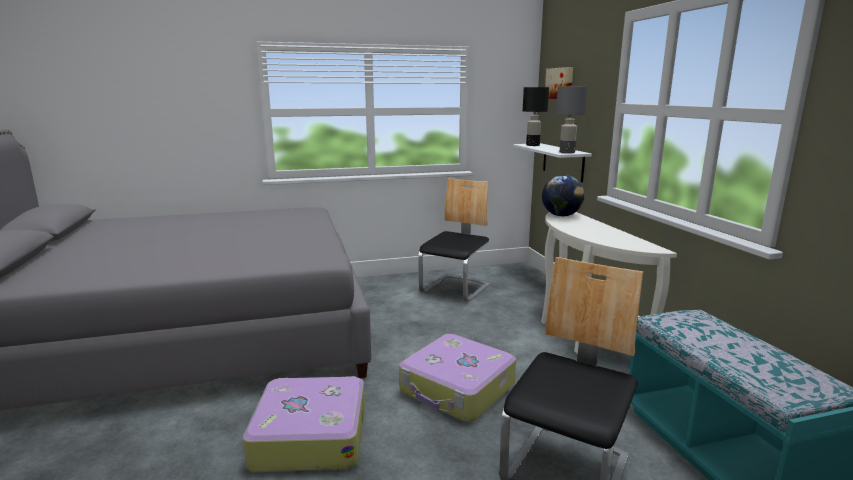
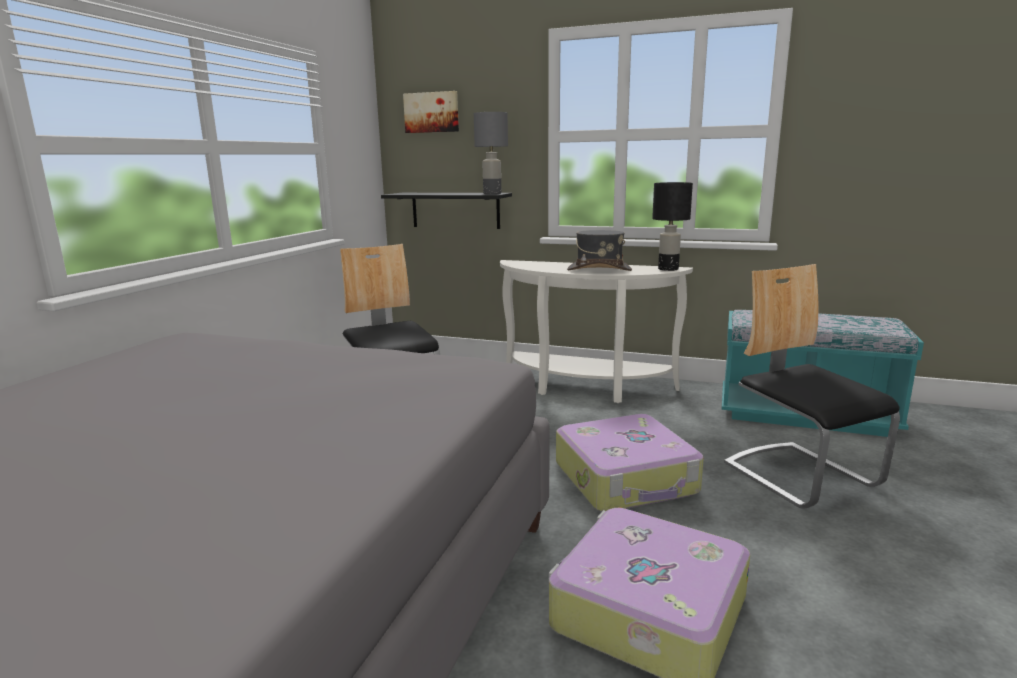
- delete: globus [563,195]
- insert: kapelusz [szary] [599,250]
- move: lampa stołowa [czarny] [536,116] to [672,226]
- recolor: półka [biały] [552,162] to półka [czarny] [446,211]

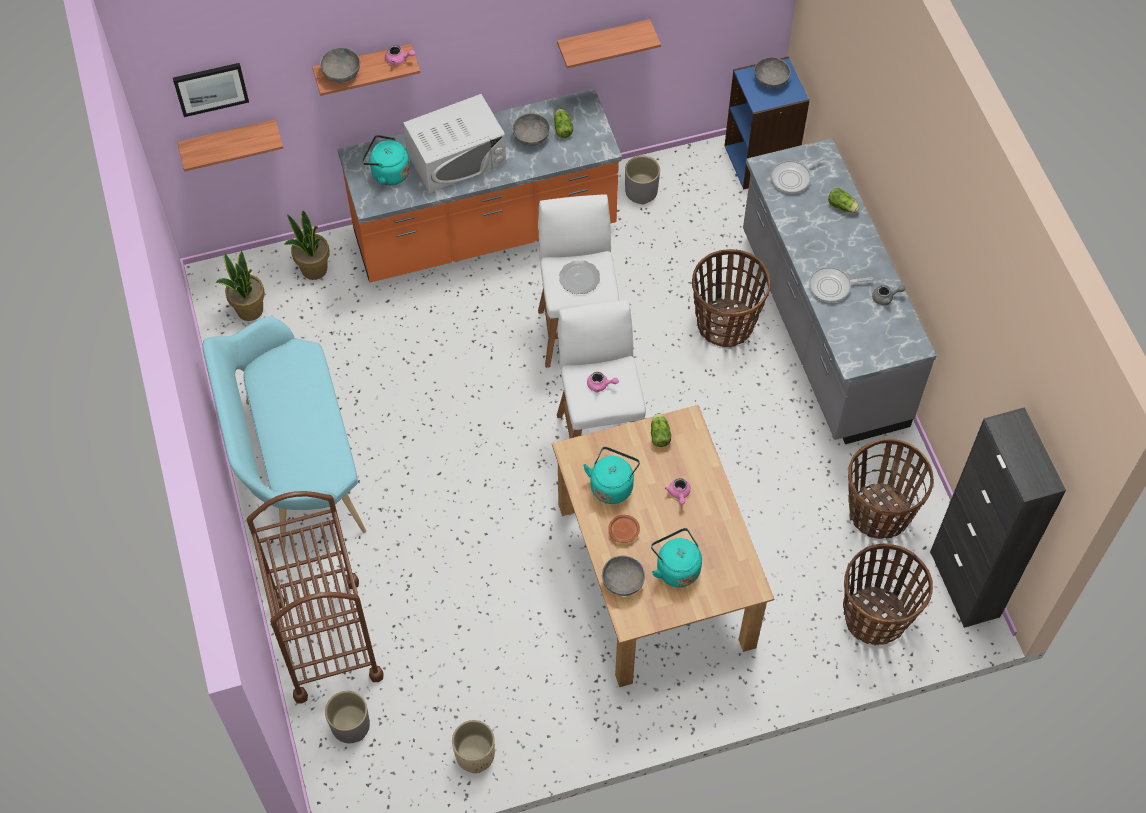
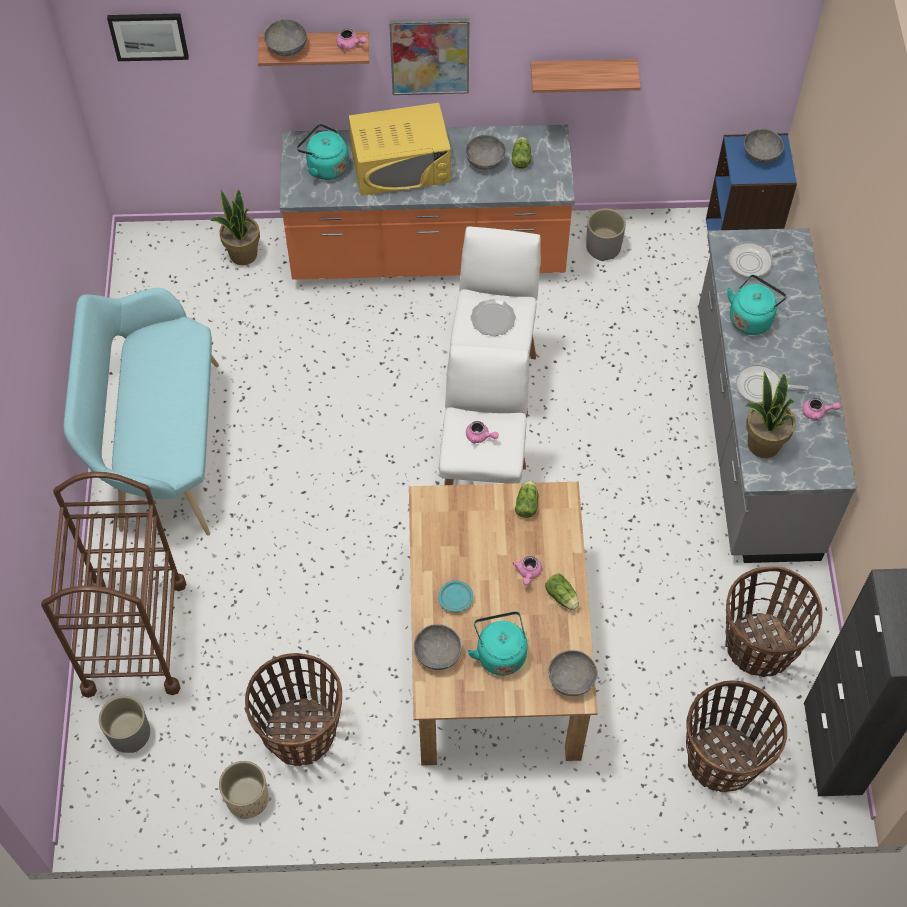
- delete: półka [230,145]
- insert: obraz [429,56]
- insert: miska [szary] [573,673]
- move: roślina doniczkowa [240,286] to [771,414]
- move: czajnik [turkusowy] [611,475] to [757,305]
- move: koszyk [731,298] to [293,709]
- move: sałata [844,200] to [562,592]
- recolor: mikrofalówka [biały] [454,143] to mikrofalówka [żółty] [400,149]
- recolor: talerz [brązowy] [624,529] to talerz [turkusowy] [456,596]
- recolor: imbryk [szary] [888,295] to imbryk [różowy] [821,409]

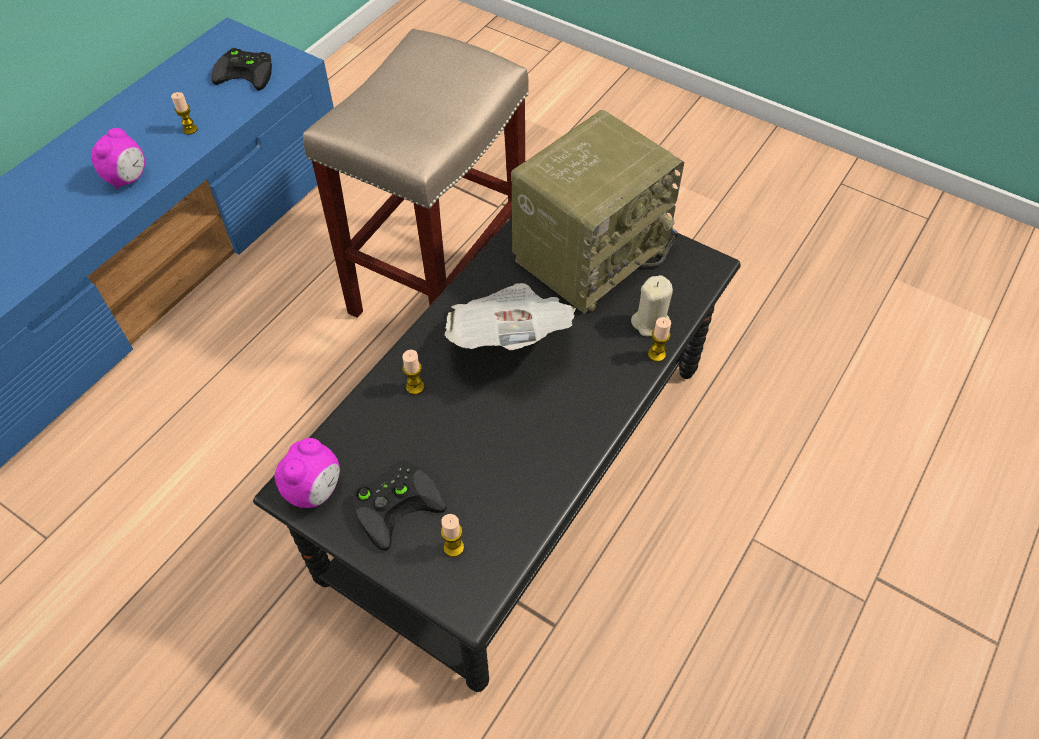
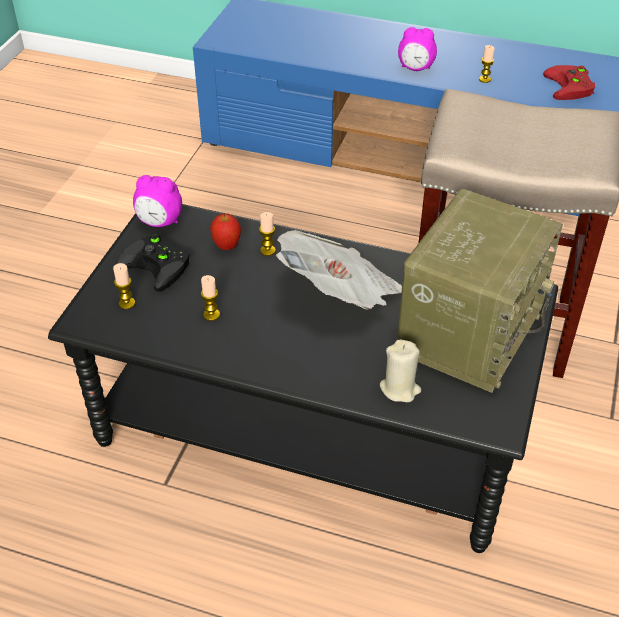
- insert: jabłko [225,231]
- move: świeca [659,339] to [210,298]
- recolor: pad do gier [czarny] [241,69] to pad do gier [czerwony] [569,82]
- rotate: radio [597,212] = [480,291] 90 degrees counterclockwise

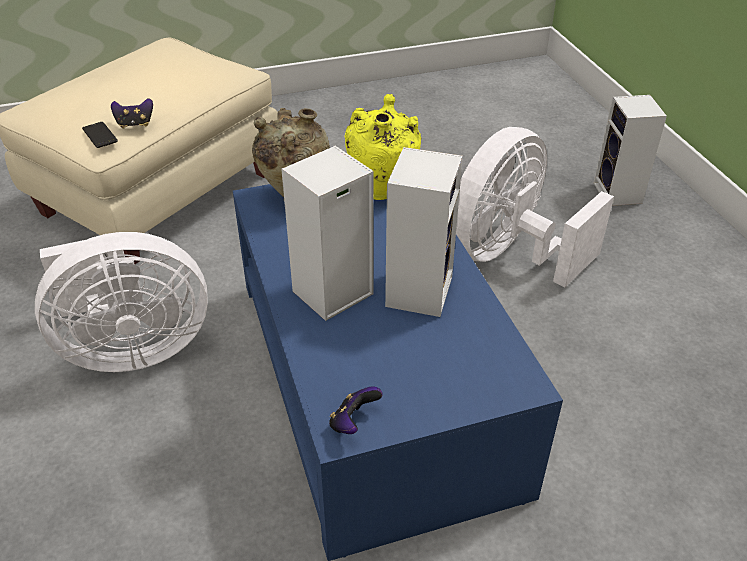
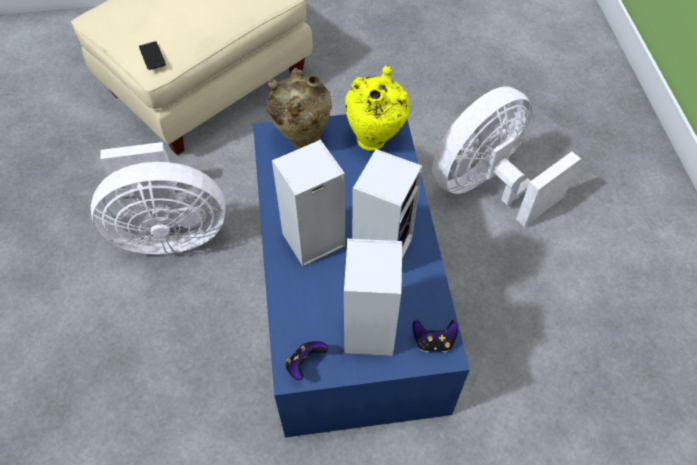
- move: pad do gier [132,113] to [435,336]
- move: głośnik [630,150] to [373,297]

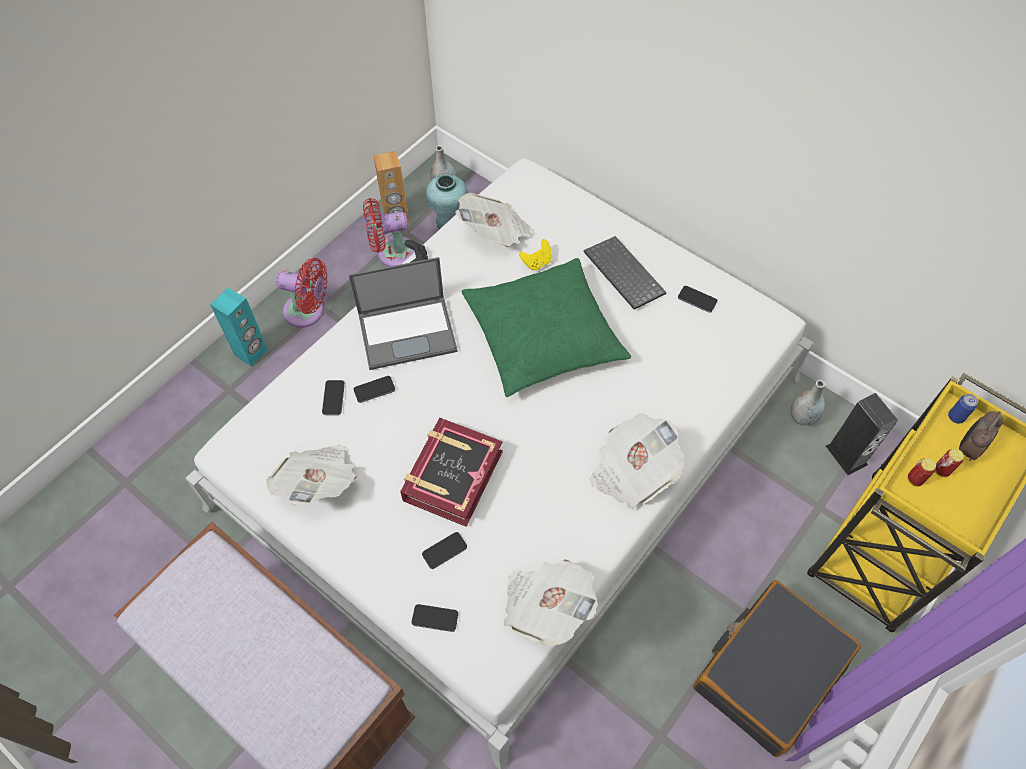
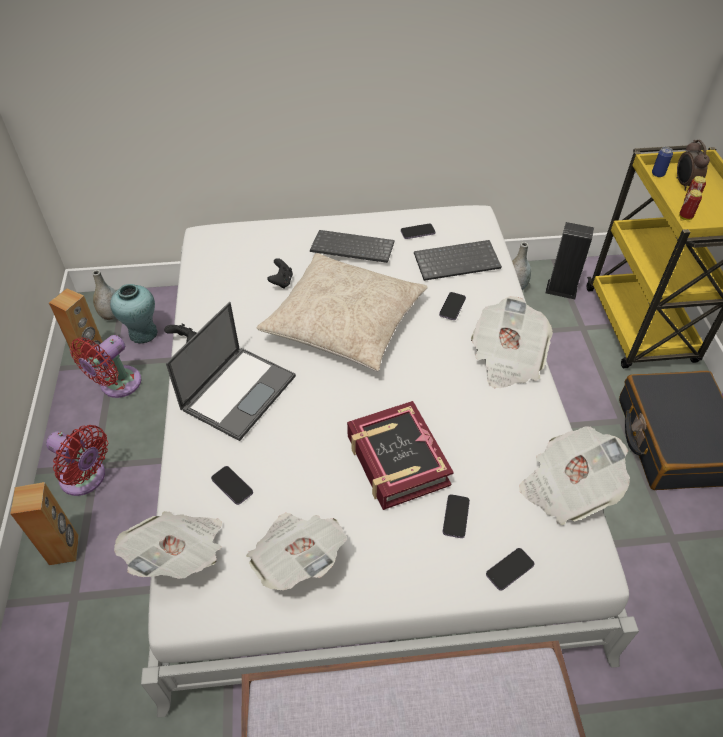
- insert: klawiatura [458,260]
- move: telefon [374,389] to [452,306]
- move: gazeta [495,220] to [168,545]
- recolor: głośnik [turkusowy] [239,327] to głośnik [brązowy] [44,523]
- recolor: poduszka [zielony] [546,327] to poduszka [beżowy] [342,312]
- recolor: pad do gier [żółty] [535,254] to pad do gier [czarny] [280,273]
- rotate: wentylator [czerwony] [302,293] = [77,460] 60 degrees clockwise

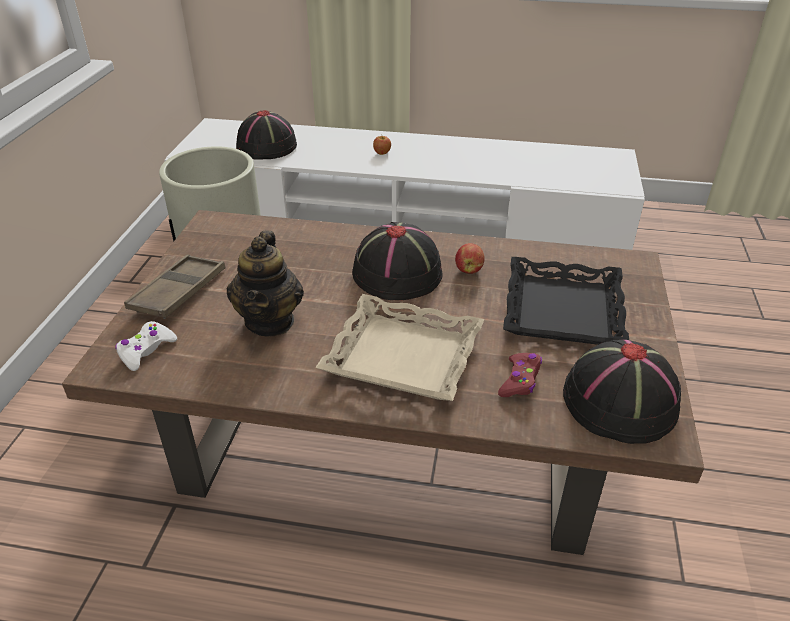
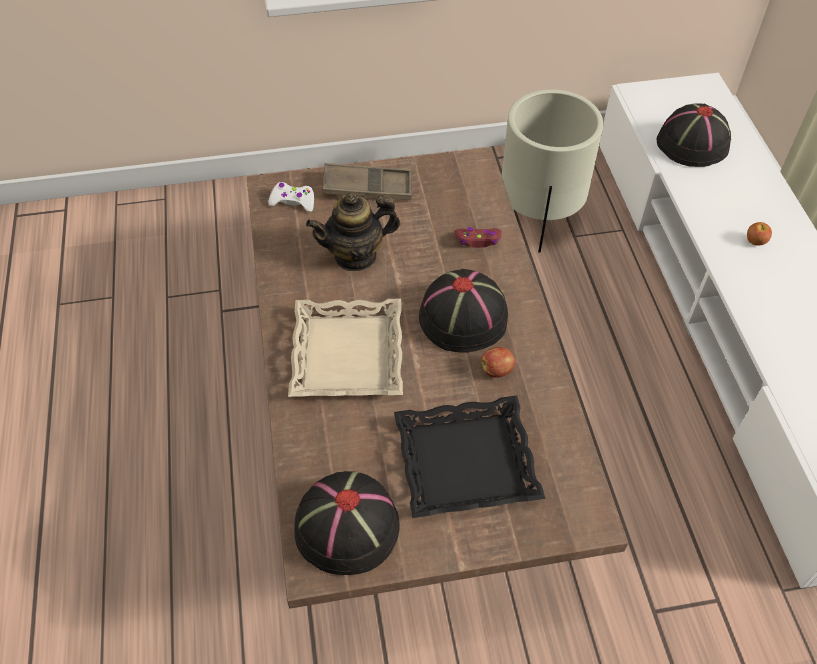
- move: pad do gier [czerwony] [520,375] to [478,237]

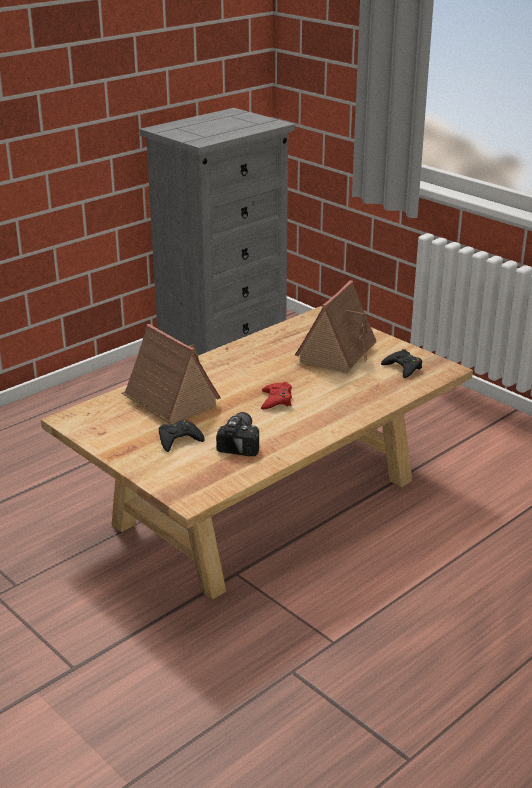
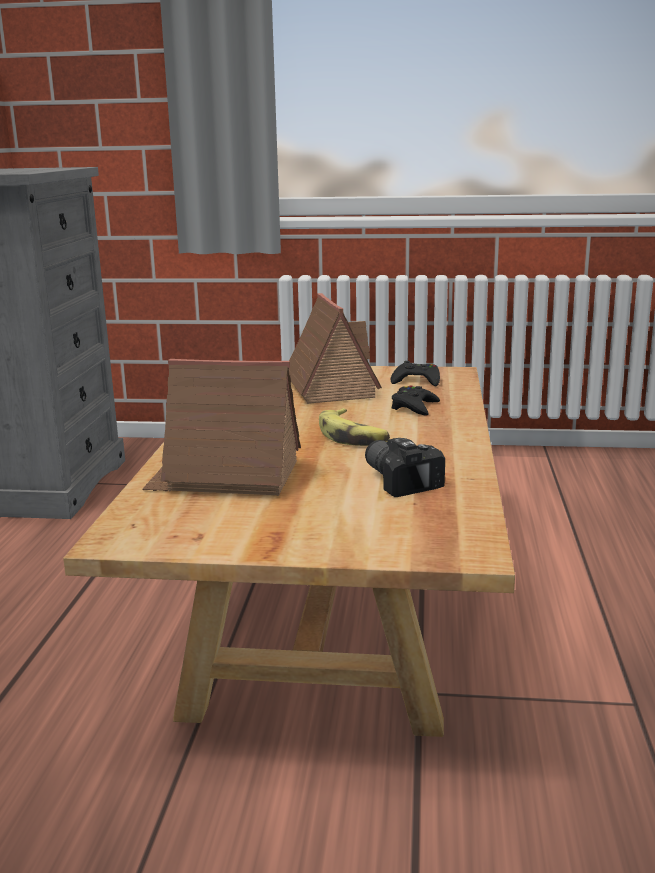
- move: pad do gier [czarny] [182,436] to [416,400]
- replace: pad do gier [czerwony] [276,395] to banan [354,427]

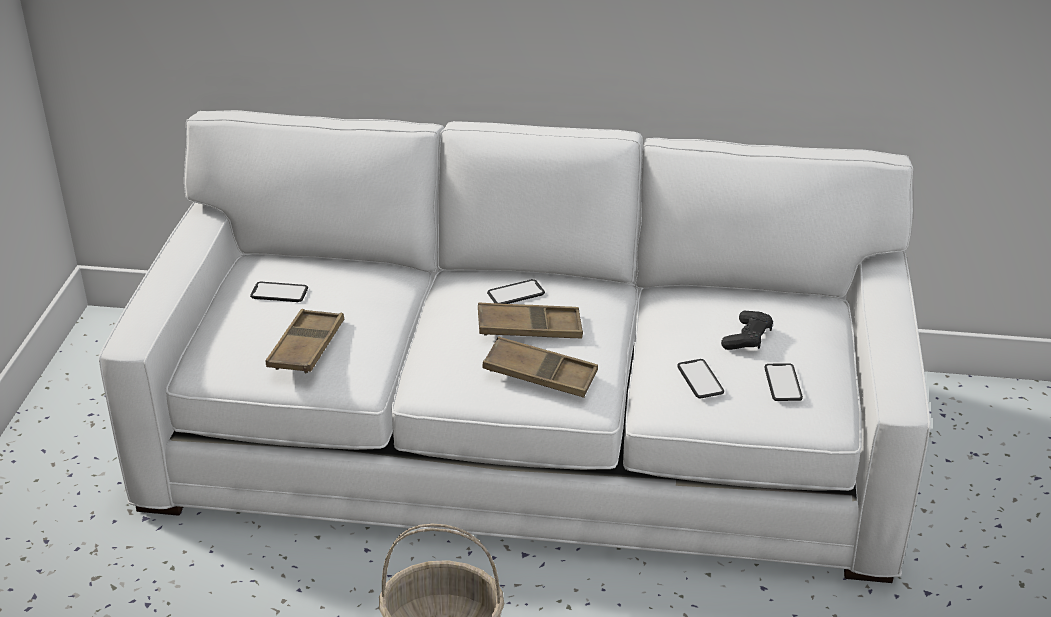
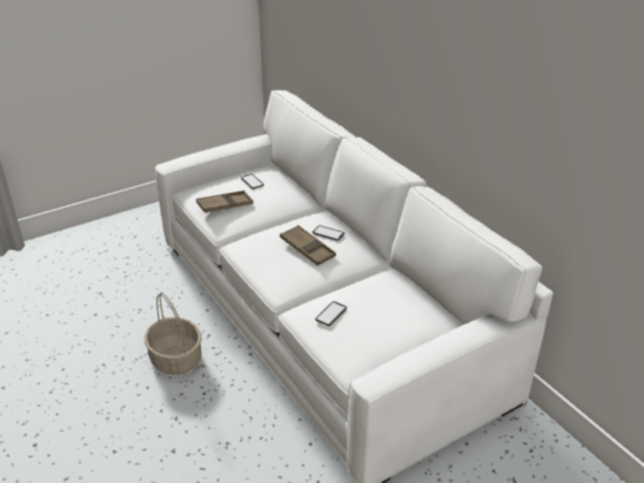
- delete: taca [brązowy] [540,367]
- delete: pad do gier [czarny] [747,330]
- delete: telefon [783,382]

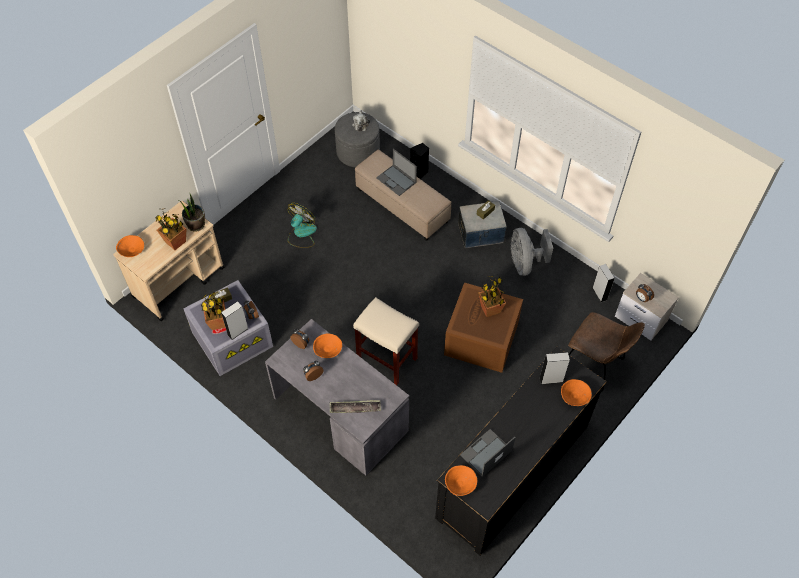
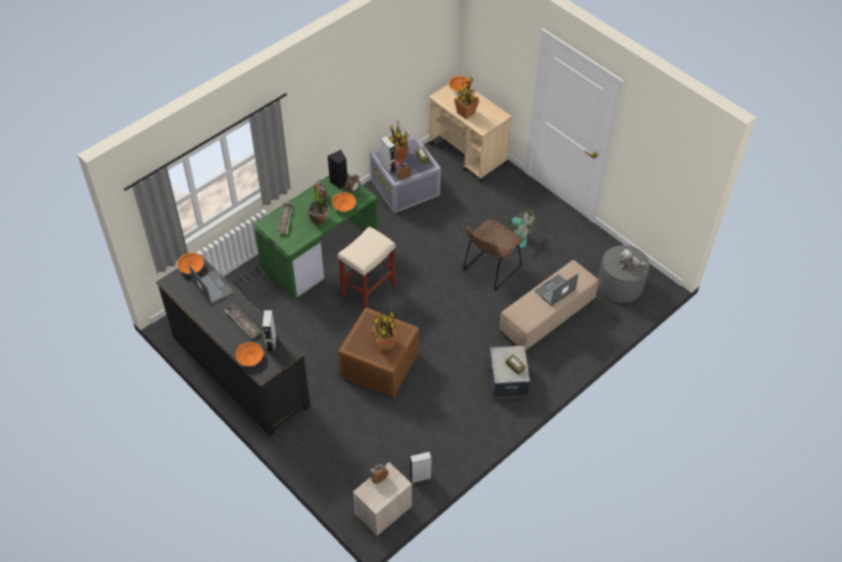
- delete: wentylator [szary] [532,252]
- insert: taca [242,321]
- move: roślina doniczkowa [192,212] to [318,206]
- move: głośnik [czarny] [419,161] to [338,169]
- move: krzesło [brązowy] [606,352] to [493,255]
- recolor: biurko [szary] [337,397] to biurko [zielony] [316,236]

